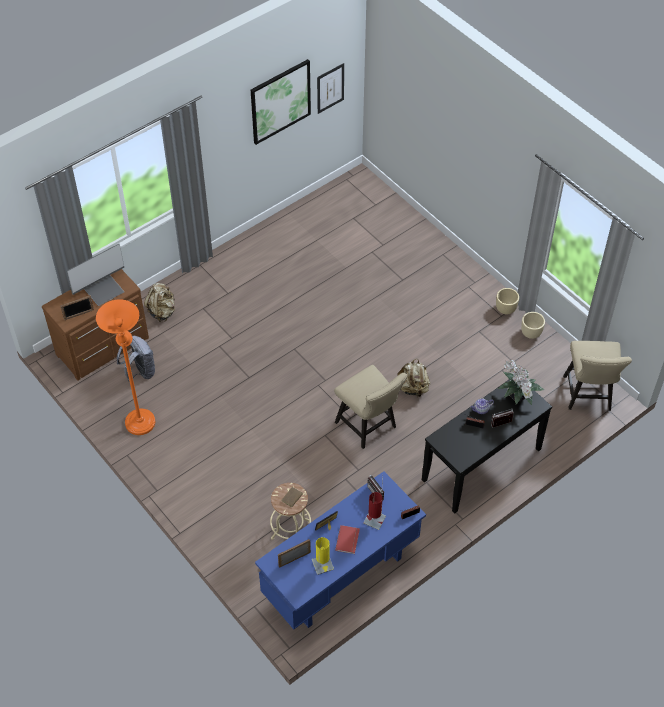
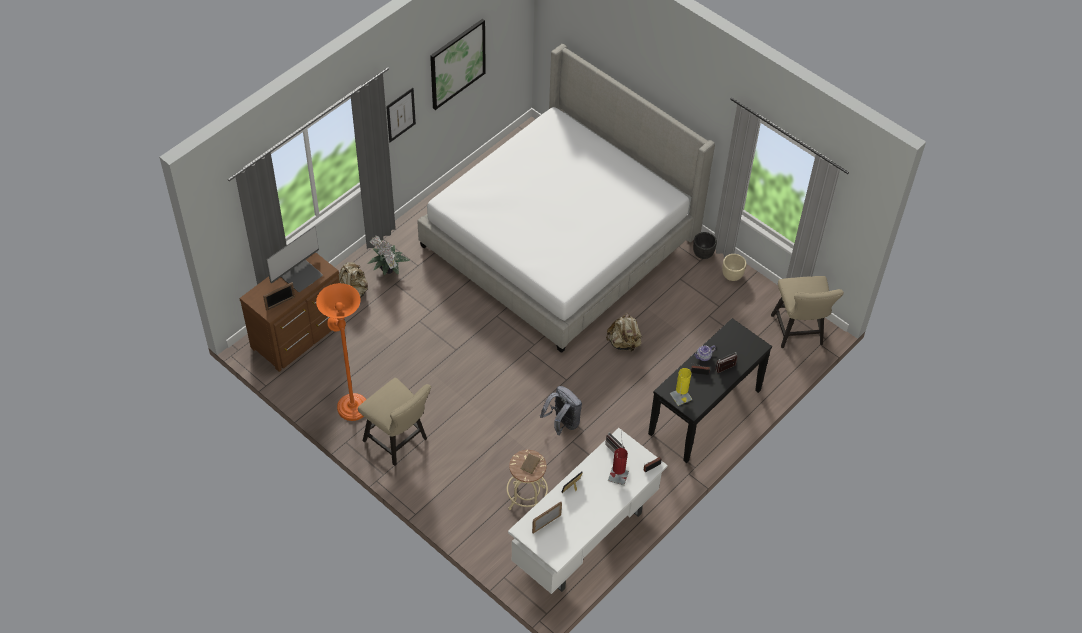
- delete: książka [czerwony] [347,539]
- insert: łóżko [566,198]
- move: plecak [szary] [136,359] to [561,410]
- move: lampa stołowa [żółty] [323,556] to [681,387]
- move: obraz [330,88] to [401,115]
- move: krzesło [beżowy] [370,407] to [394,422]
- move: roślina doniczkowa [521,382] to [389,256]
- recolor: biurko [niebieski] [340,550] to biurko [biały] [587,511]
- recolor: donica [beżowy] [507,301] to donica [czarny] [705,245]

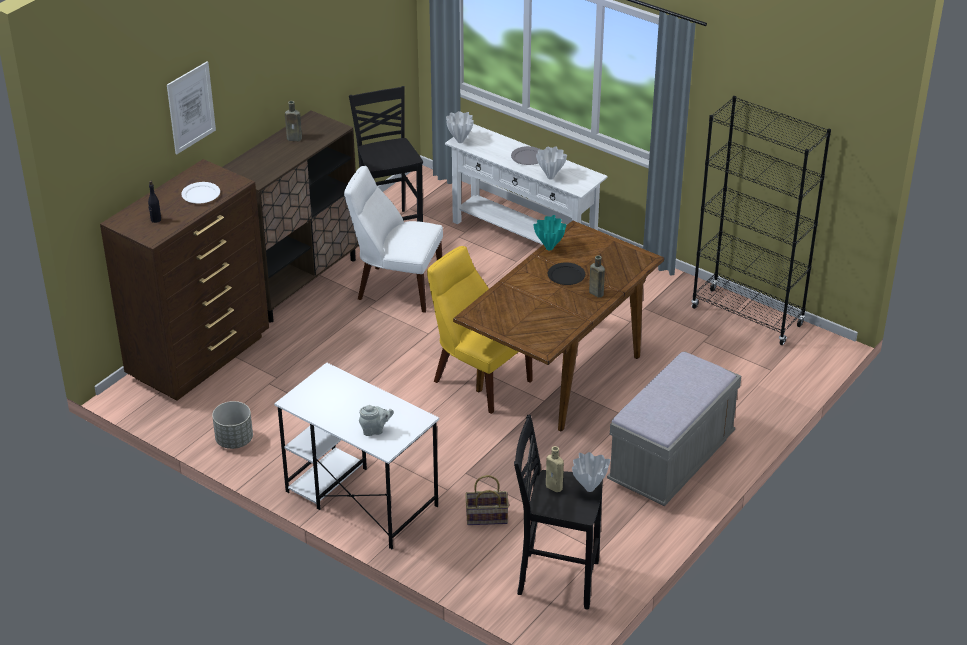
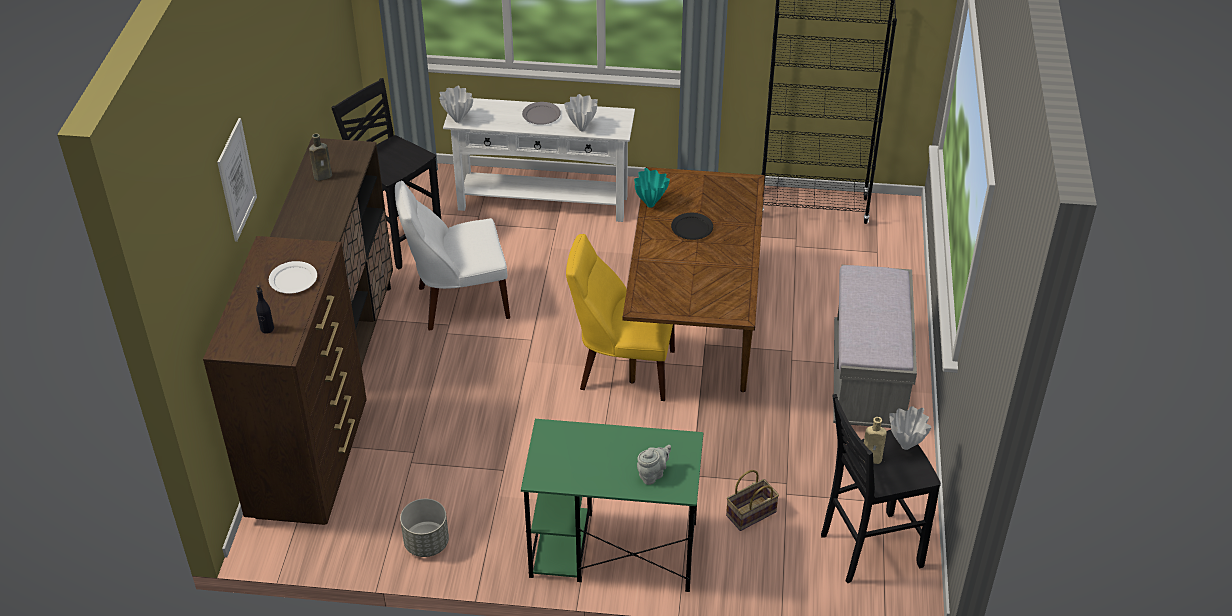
- delete: butelka [brązowy] [597,276]
- recolor: biurko [biały] [356,455] to biurko [zielony] [612,505]

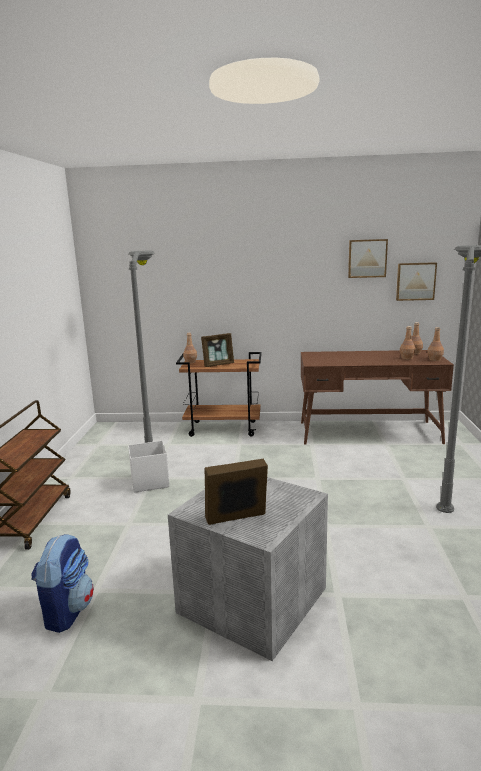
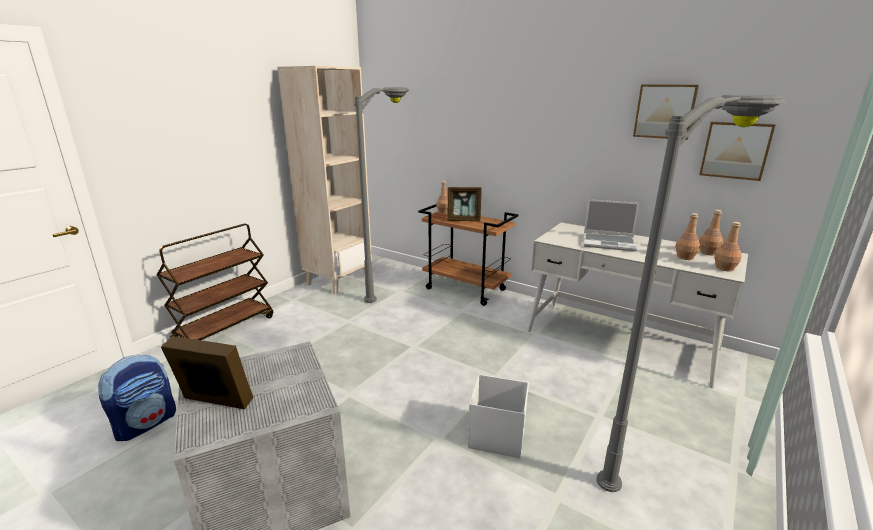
- insert: regał [beżowy] [324,180]
- insert: laptop [611,225]
- move: pojemnik do przechowywania [biały] [148,467] to [498,416]
- recolor: biurko [brązowy] [377,397] to biurko [biały] [638,305]

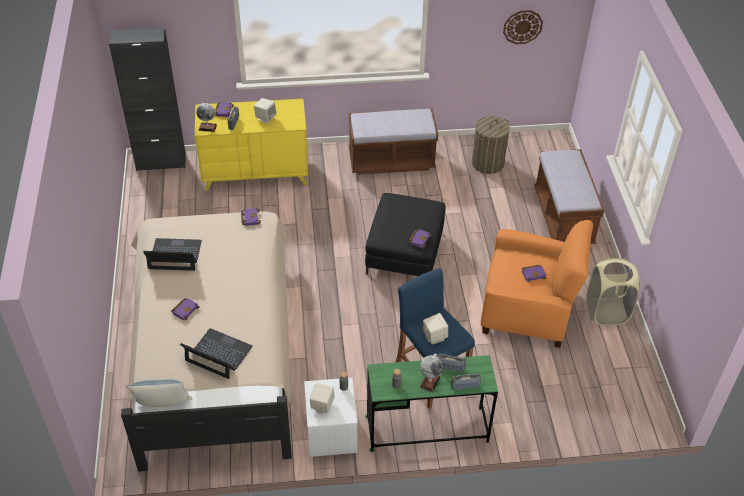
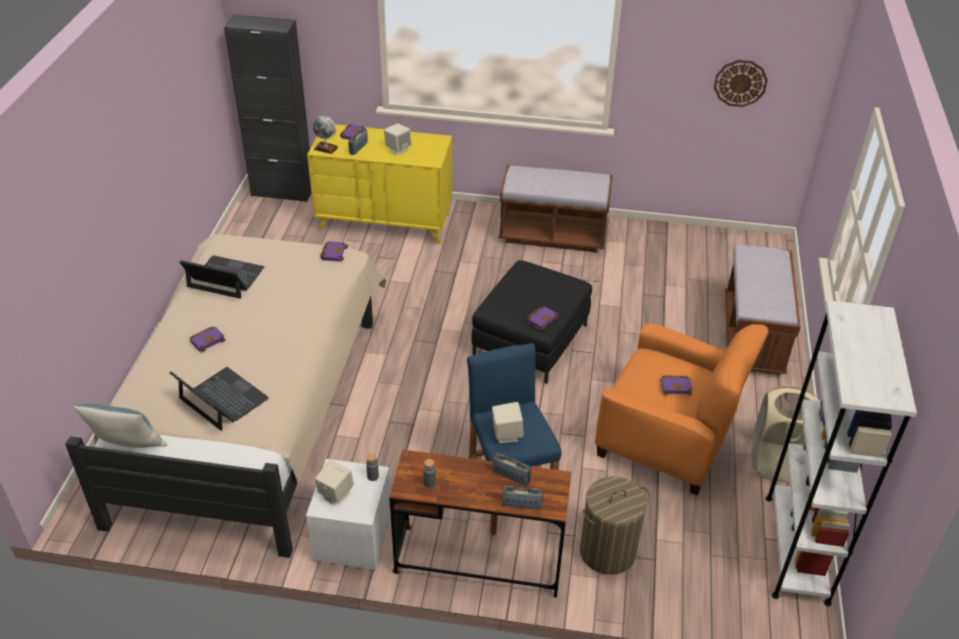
- delete: globus [431,373]
- insert: regał [biały] [841,453]
- move: kosz na pranie [491,145] to [614,525]
- recolor: biurko [zielony] [431,403] to biurko [brązowy] [480,523]

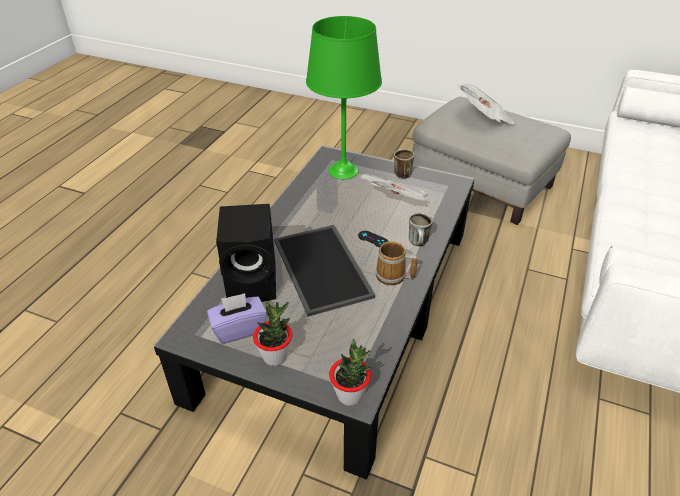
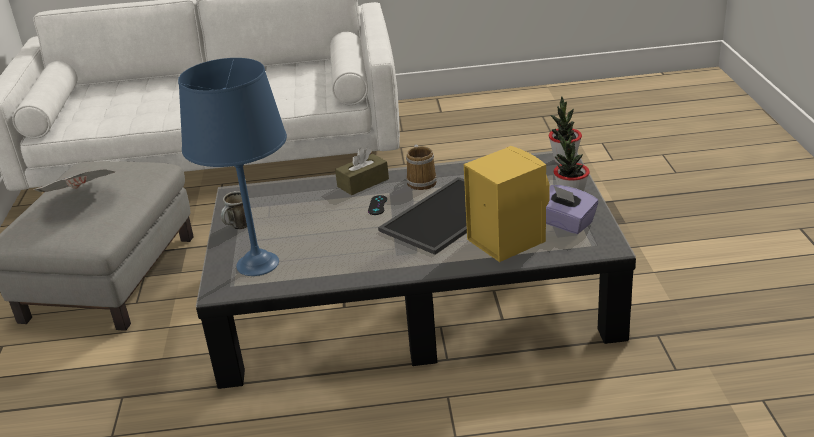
- delete: gazeta [394,187]
- replace: kubek [420,229] to pudełko chusteczek [brązowy] [362,171]
- recolor: głośnik [czarny] [246,253] to głośnik [żółty] [507,204]
- recolor: lampa stołowa [zielony] [344,97] to lampa stołowa [niebieski] [232,167]

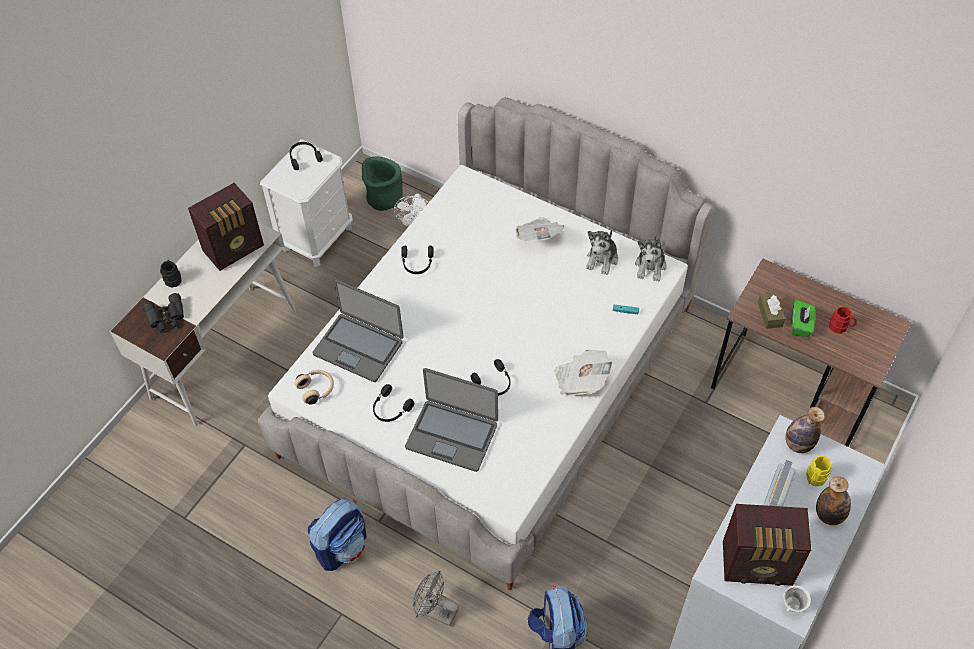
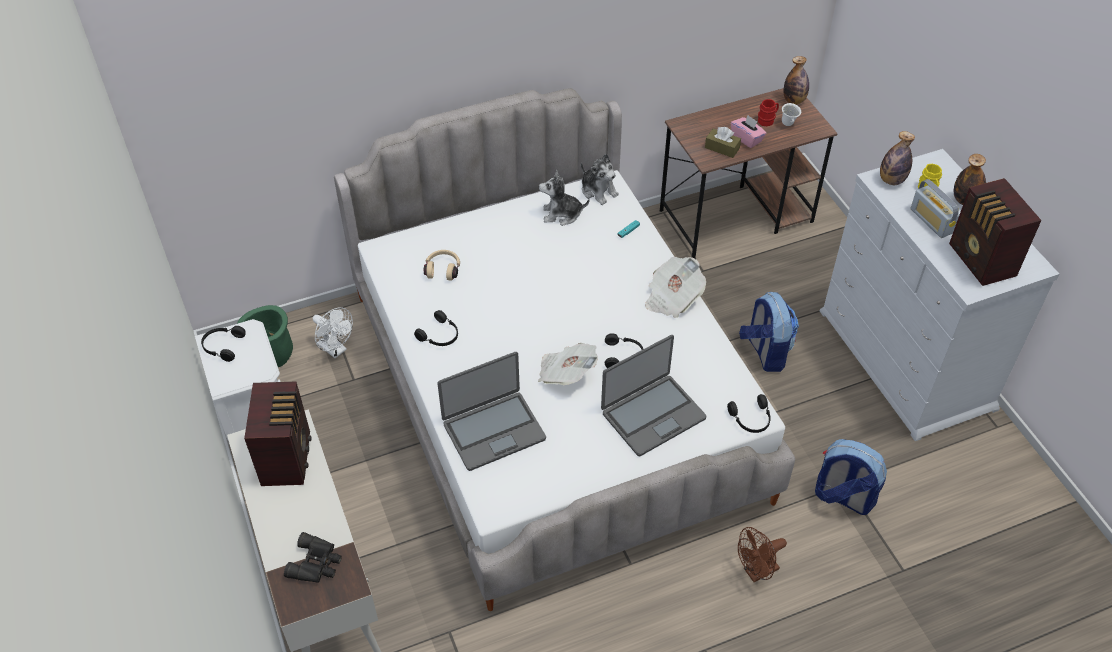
- delete: kubek [czarny] [171,273]
- insert: butelka [796,80]
- move: słuchawki [beżowy] [314,387] to [442,265]
- move: plecak [337,535] to [769,332]
- move: słuchawki [czarny] [393,403] to [749,413]
- move: gazeta [539,229] to [568,364]
- move: kubek [biały] [797,598] to [791,114]
- recolor: wentylator [szary] [436,598] to wentylator [brązowy] [762,554]
- recolor: pudełko chusteczek [zielony] [803,318] to pudełko chusteczek [różowy] [749,131]
- rotate: pluszak [602,252] = [564,198] 120 degrees clockwise
- rotate: radio [767,545] = [995,232] 120 degrees clockwise

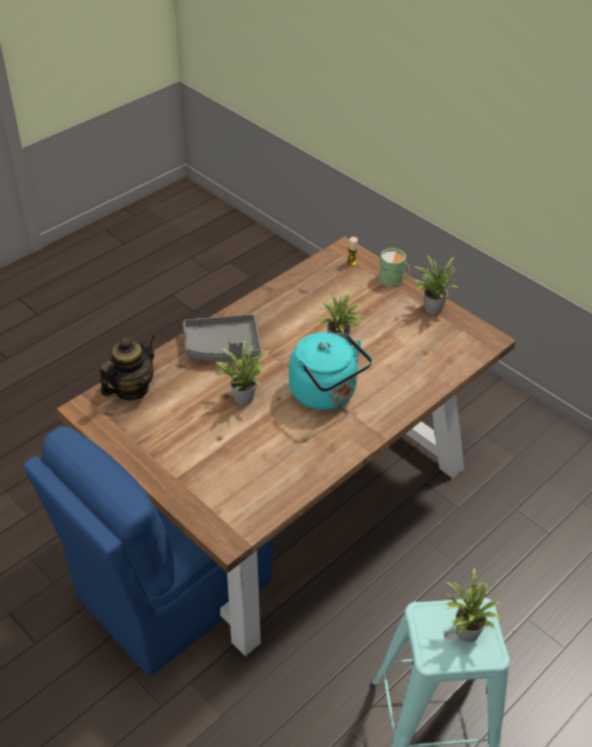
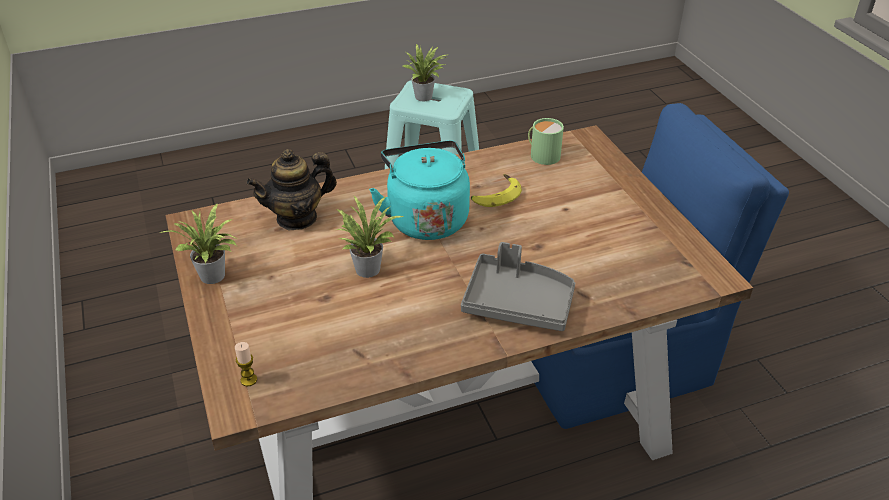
- delete: roślina doniczkowa [242,372]
- insert: banan [496,190]
- move: imbryk [127,367] to [291,189]
- move: kubek [zielony] [394,267] to [546,141]

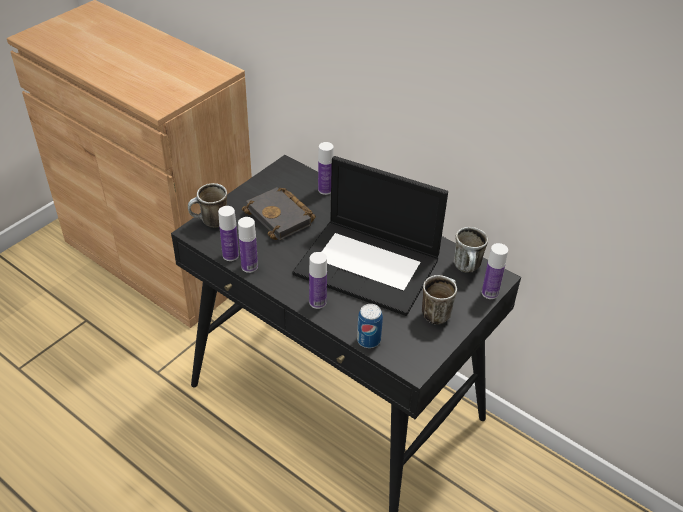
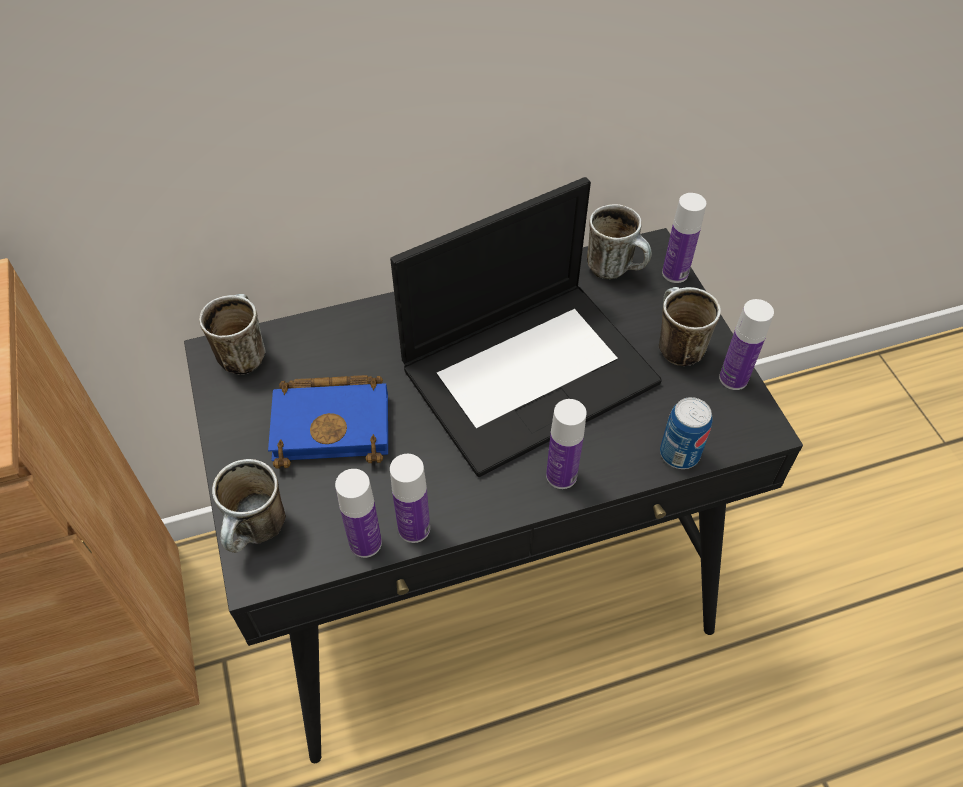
- insert: kubek [232,334]
- move: butelka [326,168] to [746,344]
- recolor: książka [czarny] [279,214] to książka [niebieski] [328,422]

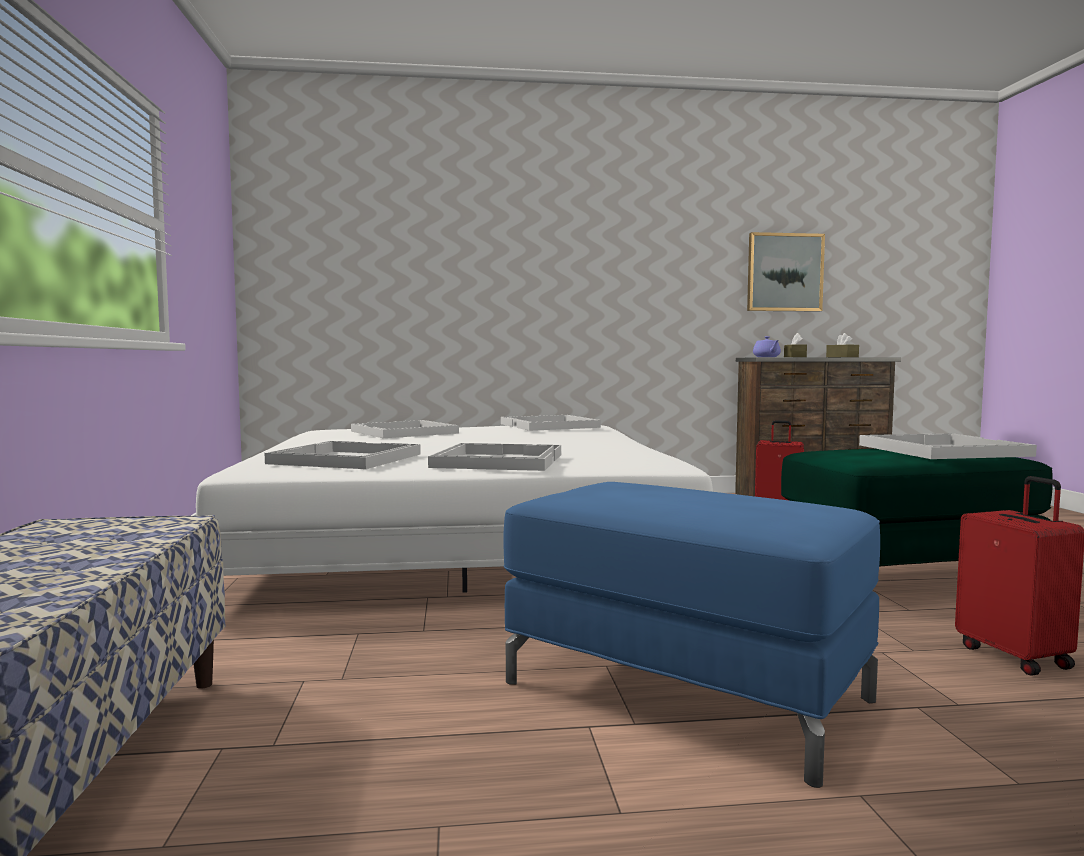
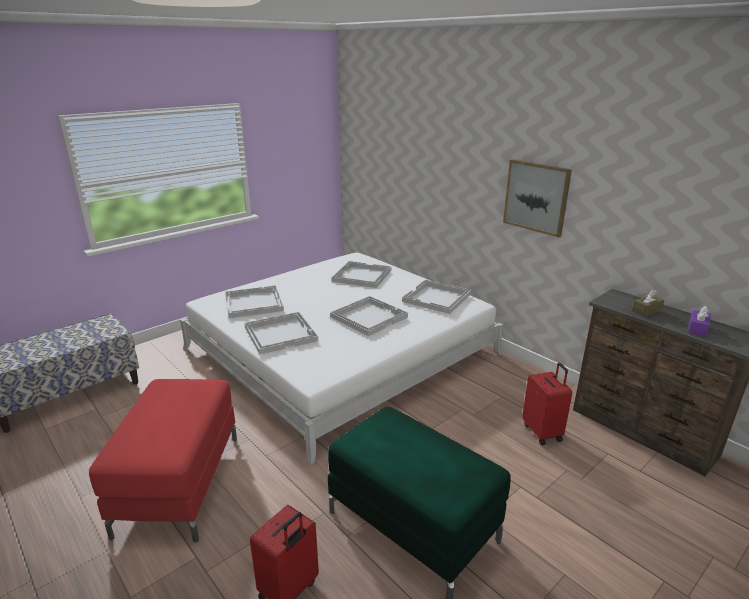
- delete: imbryk [fioletowy] [767,346]
- move: obraz [786,271] to [537,198]
- move: taca [biały] [948,446] to [369,316]
- recolor: pufa [niebieski] [691,635] to pufa [czerwony] [163,460]
- recolor: pudełko chusteczek [brązowy] [842,345] to pudełko chusteczek [fioletowy] [699,321]

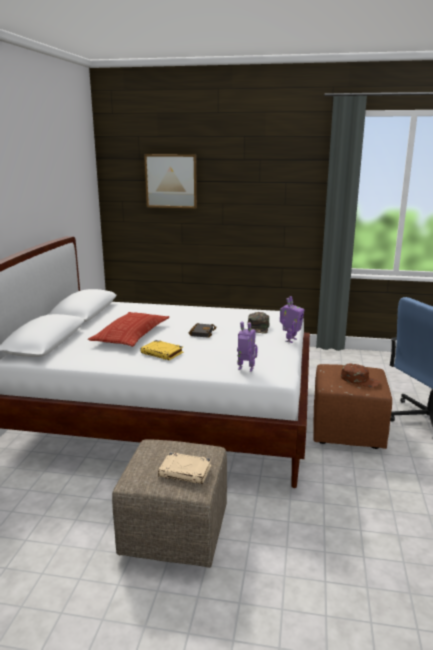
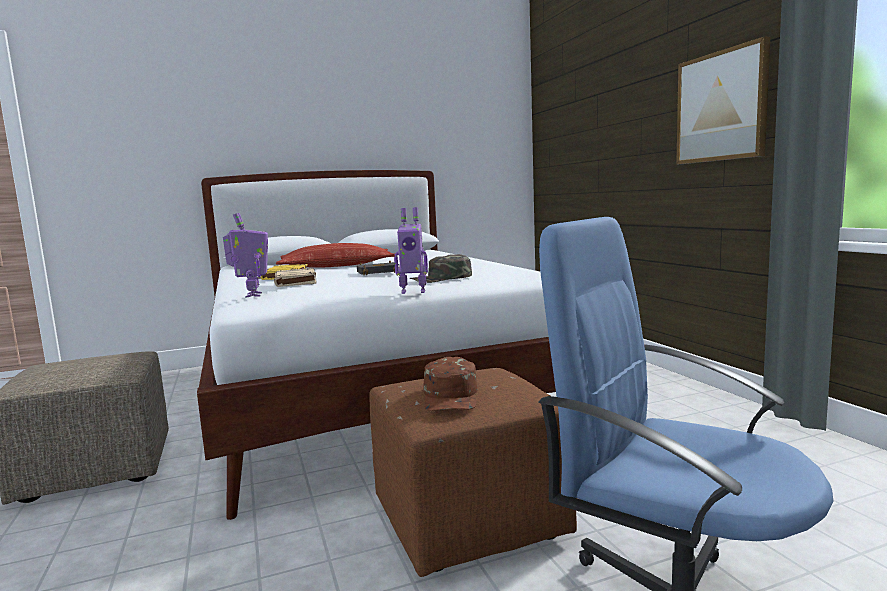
- move: obraz [170,181] to [723,100]
- move: książka [beżowy] [184,468] to [295,277]

